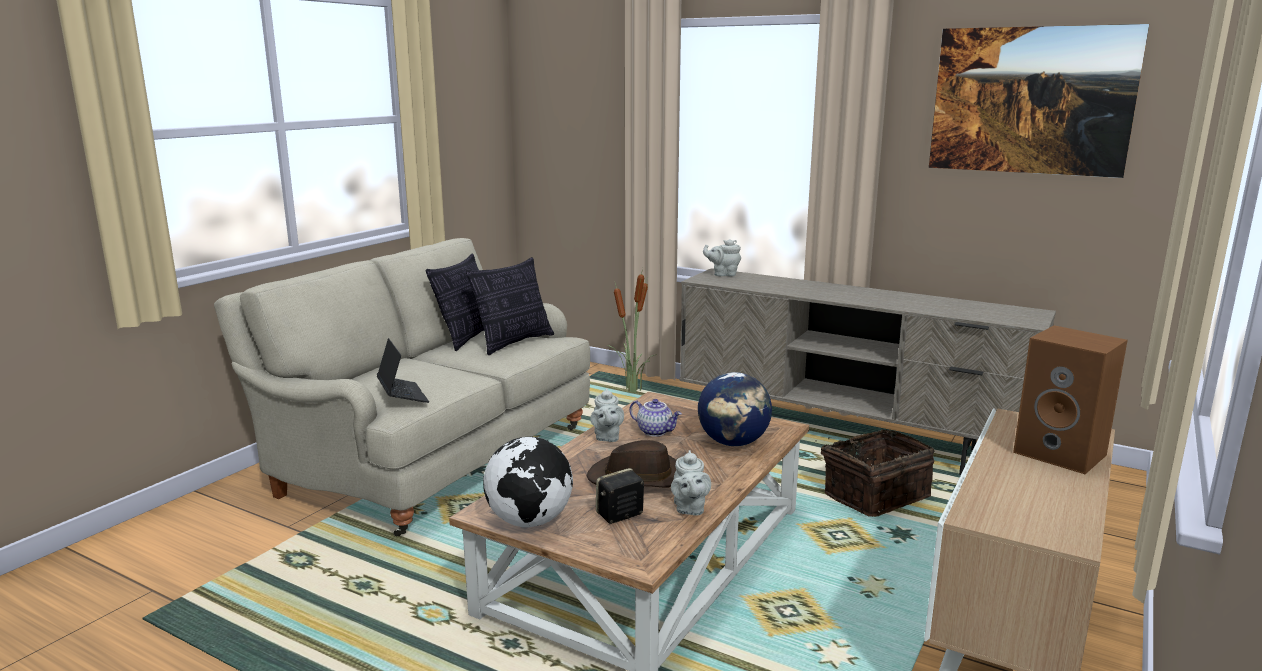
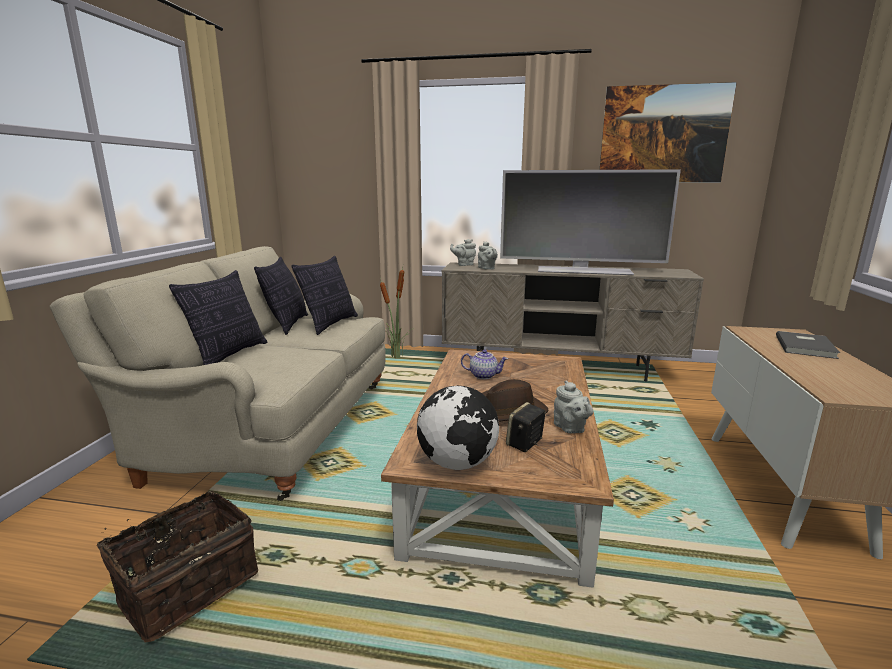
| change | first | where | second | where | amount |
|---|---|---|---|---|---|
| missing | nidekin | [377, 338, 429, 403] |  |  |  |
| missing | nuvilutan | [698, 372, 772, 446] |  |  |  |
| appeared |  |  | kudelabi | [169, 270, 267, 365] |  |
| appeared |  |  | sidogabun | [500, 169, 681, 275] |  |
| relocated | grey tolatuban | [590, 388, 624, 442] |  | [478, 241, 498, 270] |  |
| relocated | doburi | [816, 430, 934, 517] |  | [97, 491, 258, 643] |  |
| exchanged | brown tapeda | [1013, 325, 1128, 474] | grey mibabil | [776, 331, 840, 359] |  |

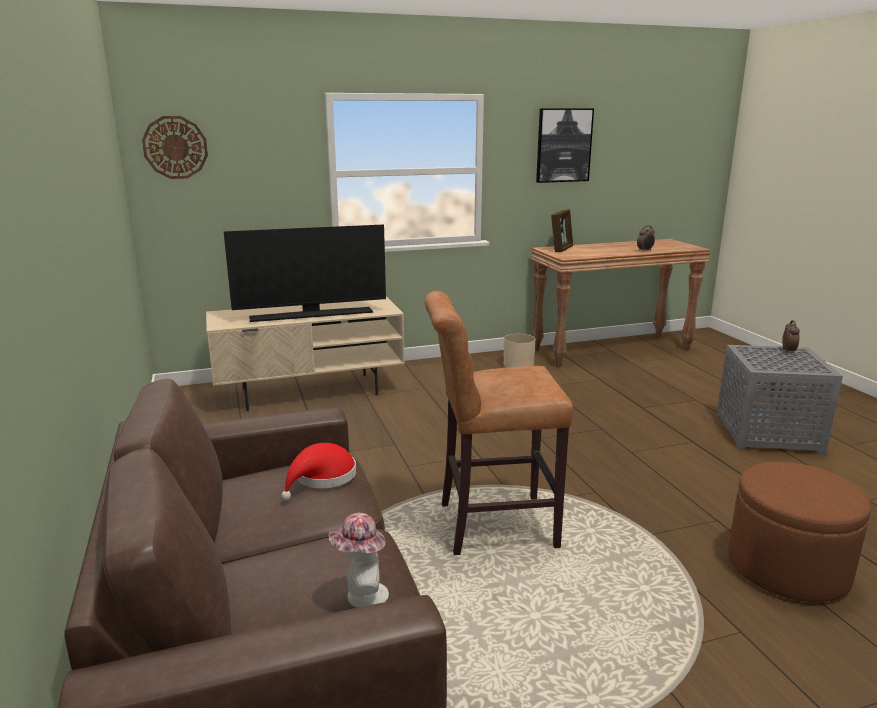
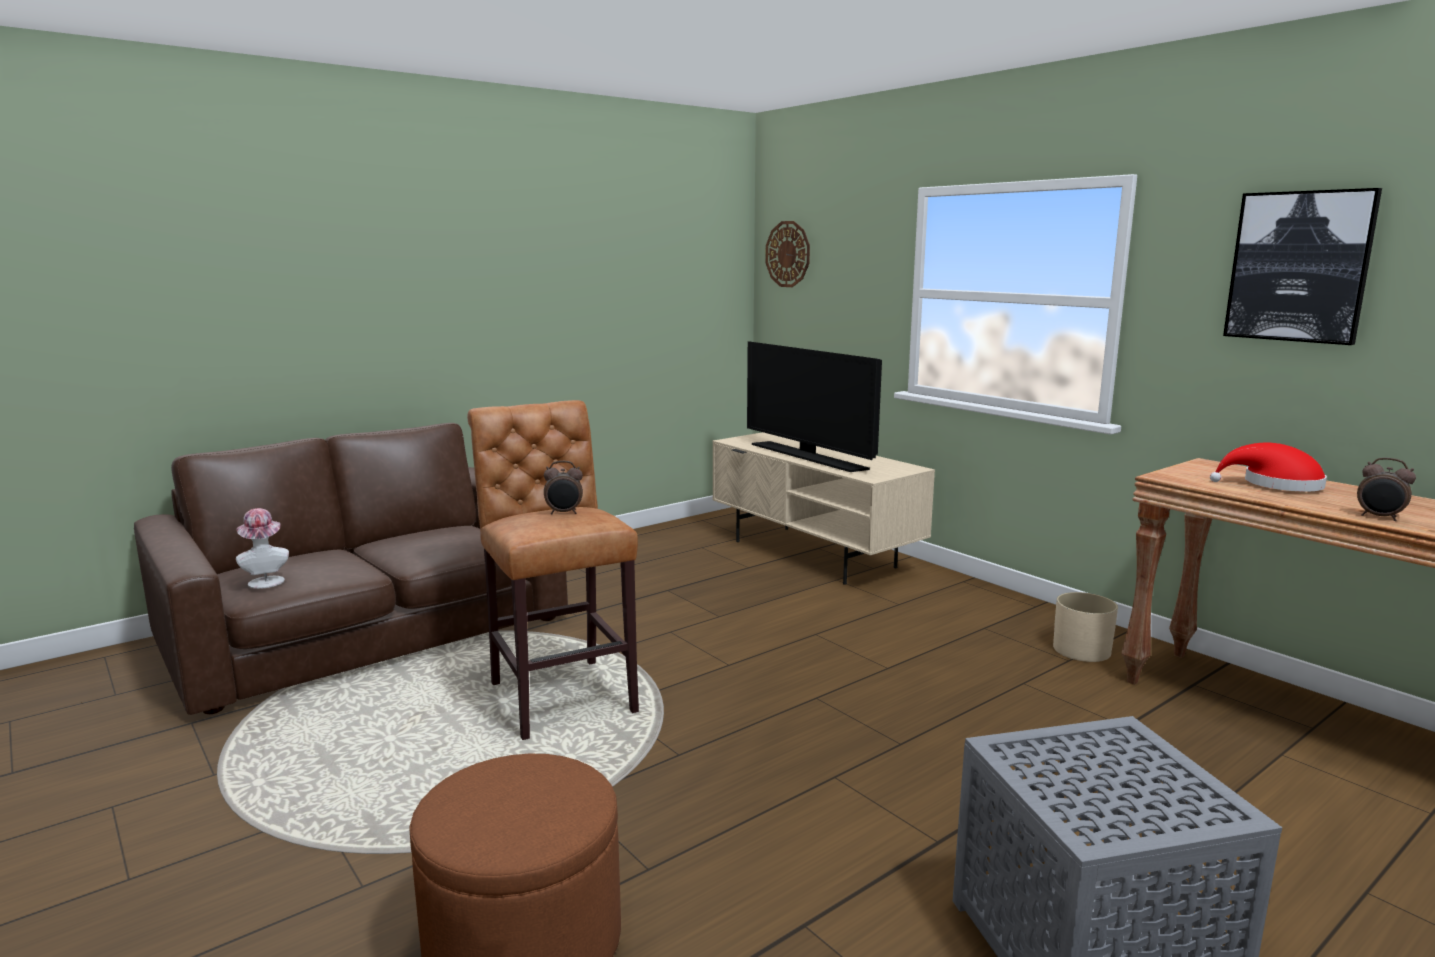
| change | first | where | second | where | amount |
|---|---|---|---|---|---|
| missing | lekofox | [551, 209, 573, 252] |  |  |  |
| relocated | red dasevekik | [281, 443, 356, 500] |  | [1210, 443, 1327, 492] |  |
| relocated | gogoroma | [782, 320, 800, 354] |  | [544, 461, 583, 515] |  |

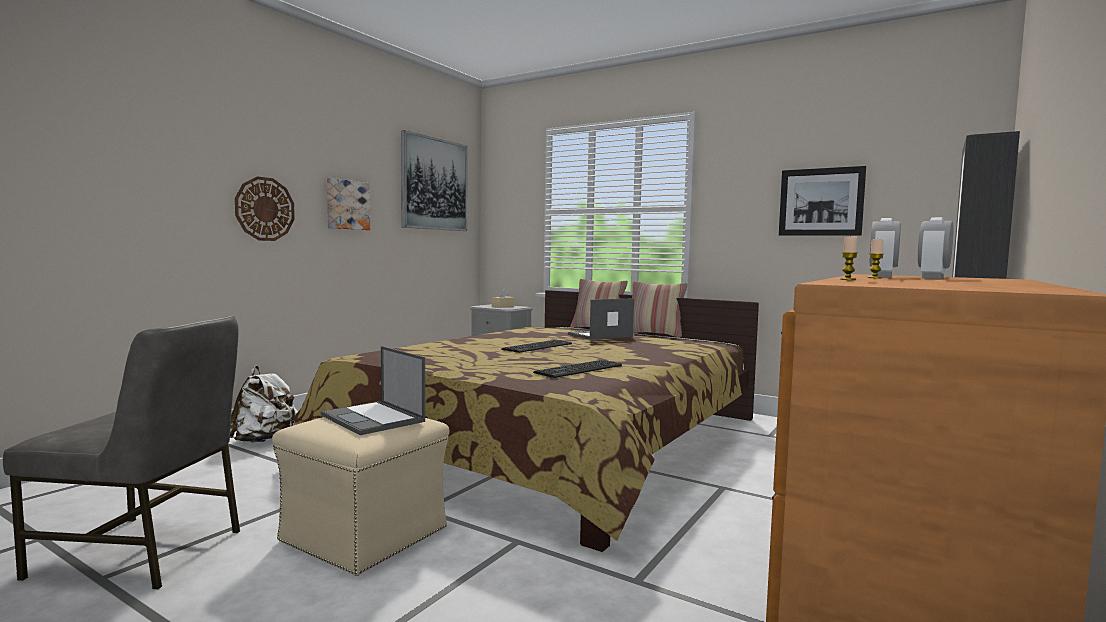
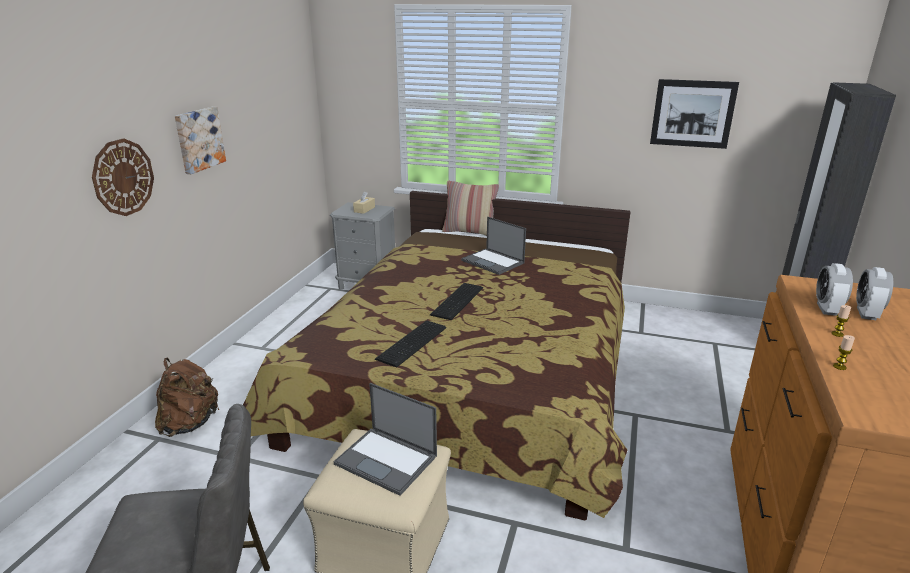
| change | first | where | second | where | amount |
|---|---|---|---|---|---|
| missing | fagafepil | [401, 130, 468, 231] |  |  |  |
| missing | kudelabi | [632, 281, 688, 337] |  |  |  |
| relocated | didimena | [533, 360, 622, 378] |  | [375, 321, 446, 367] |  |
| colour | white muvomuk | [230, 366, 298, 443] | brown muvomuk | [155, 358, 220, 437] |  |
| spun | nidekin | [568, 298, 634, 340] |  | [461, 217, 526, 275] | 90 degrees counterclockwise |

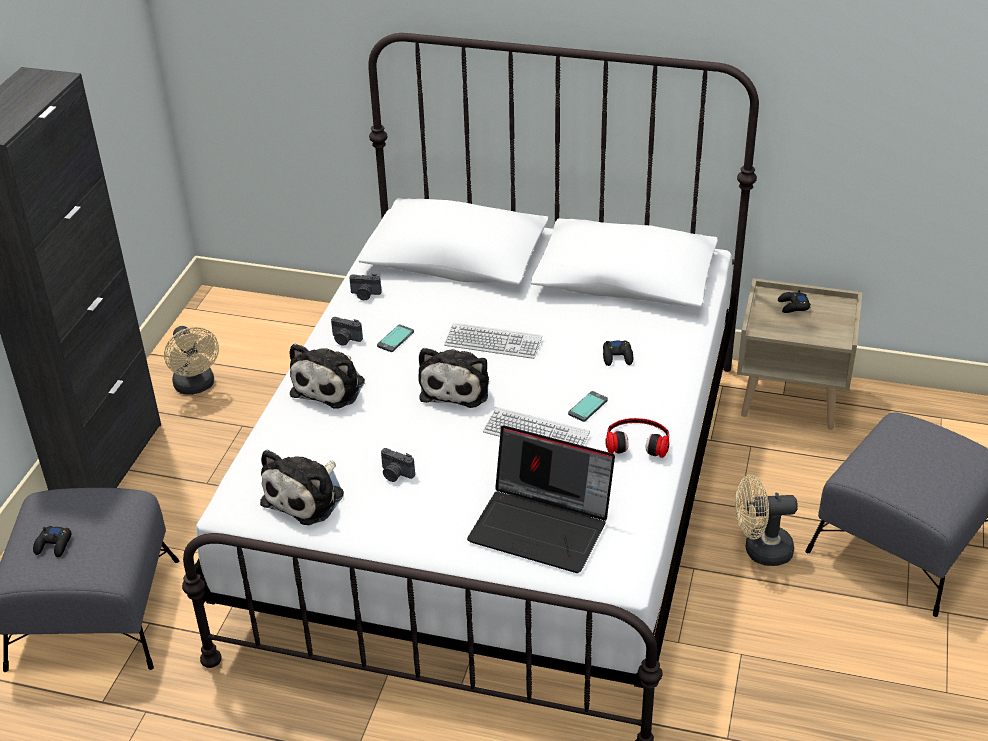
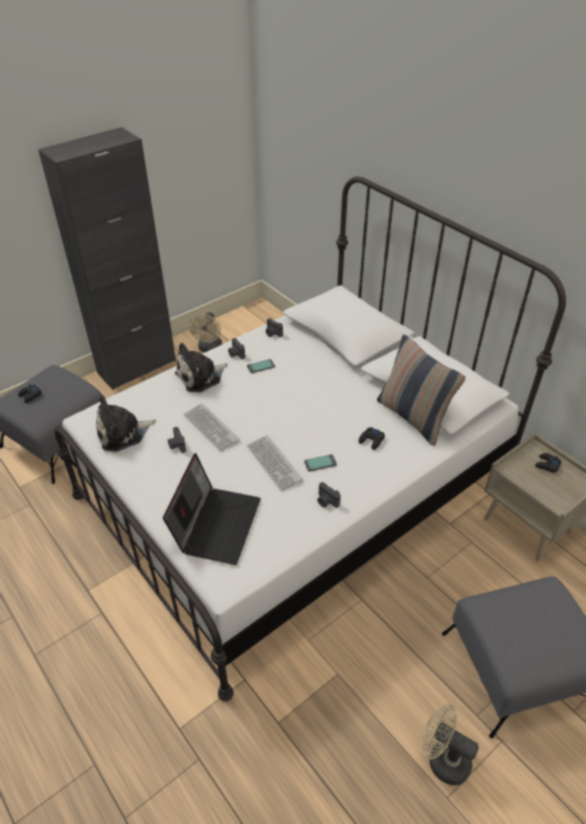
| change | first | where | second | where | amount |
|---|---|---|---|---|---|
| missing | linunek | [418, 347, 489, 408] |  |  |  |
| appeared |  |  | kudelabi | [377, 334, 466, 446] |  |
| relocated | didimena | [444, 323, 542, 359] |  | [183, 403, 240, 452] |  |
| relocated | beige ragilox | [735, 475, 798, 566] |  | [422, 703, 479, 785] |  |
| exchanged | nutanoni | [605, 418, 669, 458] | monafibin | [317, 482, 341, 508] |  |
| spun | nidekin | [467, 426, 615, 573] |  | [163, 453, 261, 565] | 135 degrees counterclockwise |

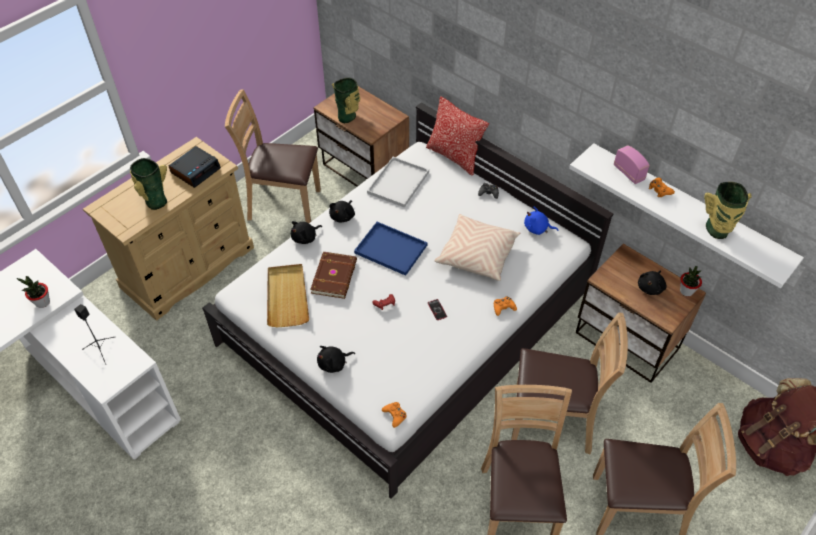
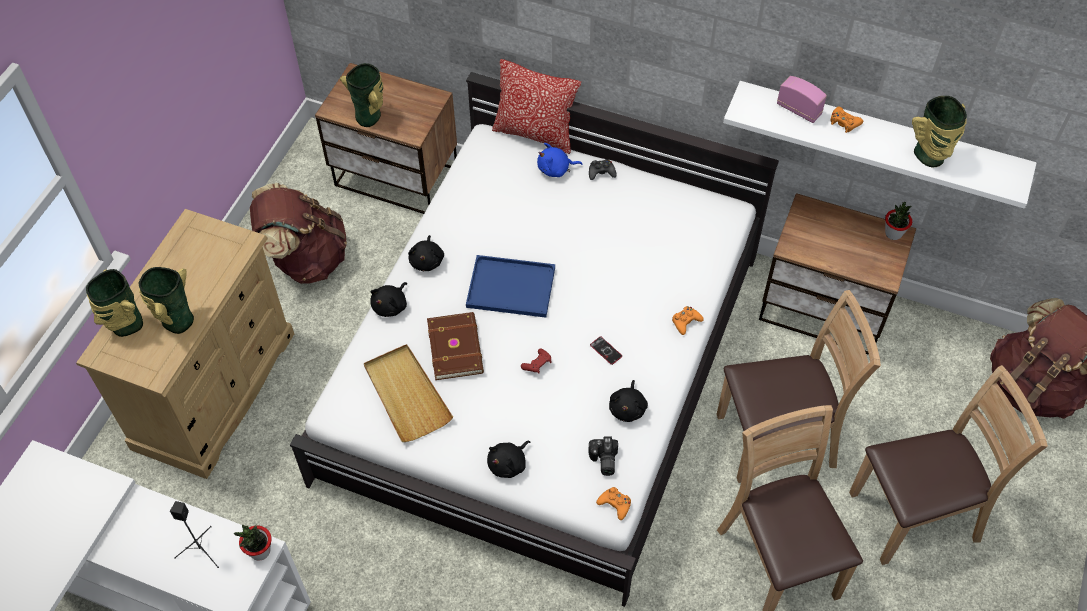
| change | first | where | second | where | amount |
|---|---|---|---|---|---|
| missing | gogoroma | [169, 146, 221, 188] |  |  |  |
| missing | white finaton | [367, 157, 429, 208] |  |  |  |
| missing | beige kudelabi | [434, 214, 520, 281] |  |  |  |
| appeared |  |  | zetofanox | [86, 269, 143, 337] |  |
| appeared |  |  | monafibin | [589, 436, 618, 476] |  |
| relocated | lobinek | [17, 276, 50, 308] |  | [234, 525, 272, 561] |  |
| relocated | blue linunek | [524, 207, 559, 235] |  | [537, 143, 583, 177] |  |
| relocated | black linunek | [638, 271, 667, 295] |  | [609, 380, 648, 422] |  |
| exchanged | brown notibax | [225, 89, 321, 223] | brown muvomuk | [250, 183, 347, 284] |  |

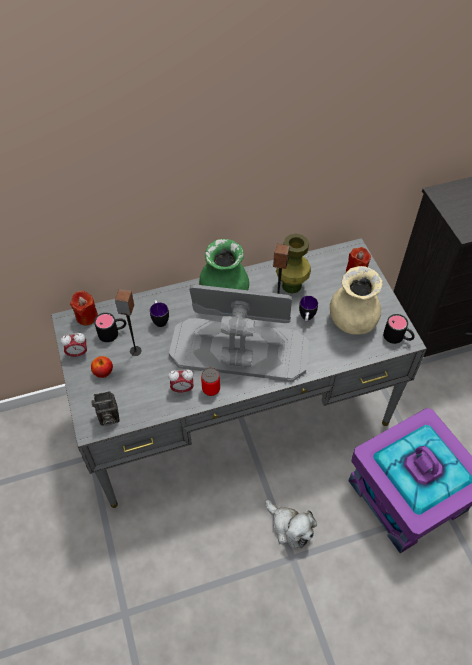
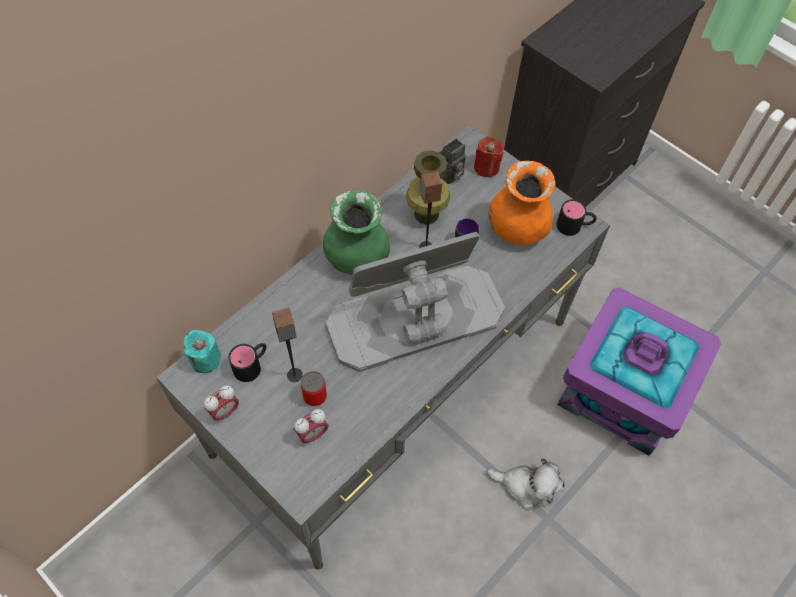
| change | first | where | second | where | amount |
|---|---|---|---|---|---|
| missing | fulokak | [91, 356, 113, 378] |  |  |  |
| missing | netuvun | [150, 300, 169, 327] |  |  |  |
| relocated | monafibin | [91, 391, 120, 426] |  | [440, 139, 466, 184] |  |
| relocated | gogoroma | [168, 369, 194, 393] |  | [294, 409, 329, 445] |  |
| relocated | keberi | [201, 367, 220, 396] |  | [301, 371, 327, 406] |  |
| colour | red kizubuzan | [70, 290, 98, 326] | turquoise kizubuzan | [184, 330, 222, 373] |  |
| colour | beige zetofanox | [330, 266, 383, 335] | orange zetofanox | [489, 161, 556, 245] |  |

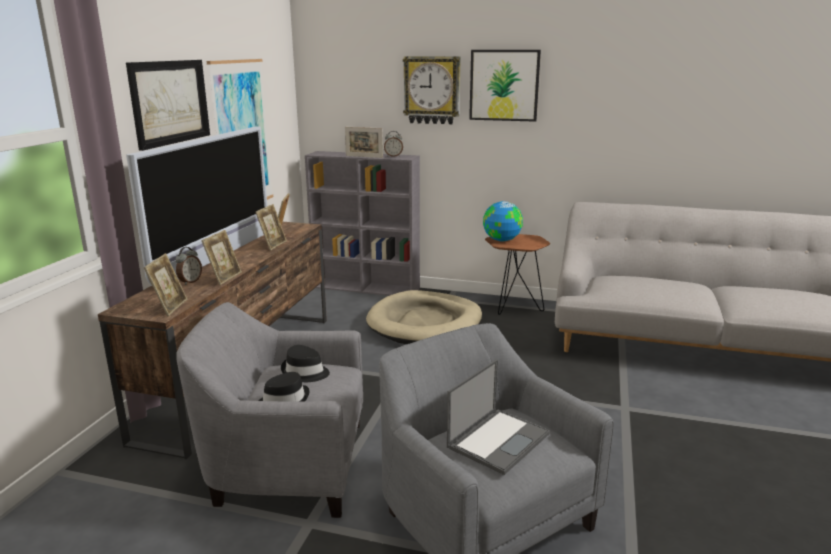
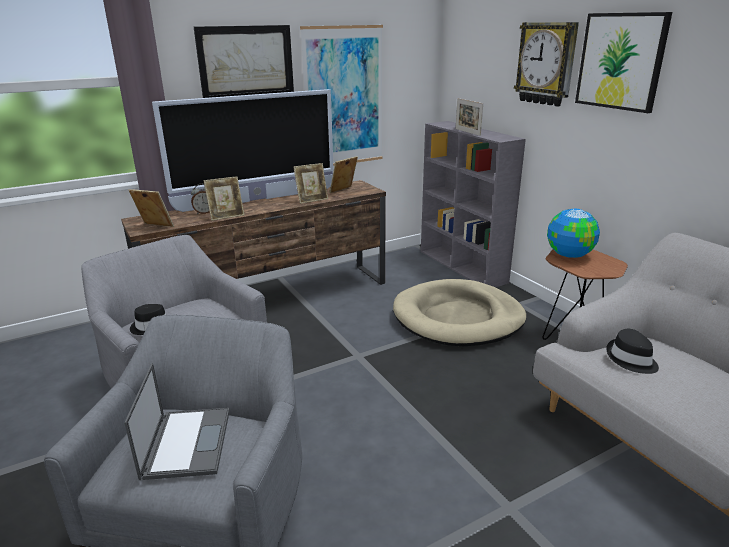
| change | first | where | second | where | amount |
|---|---|---|---|---|---|
| missing | gogoroma | [384, 131, 403, 157] |  |  |  |
| relocated | black dasevekik | [281, 345, 330, 382] |  | [606, 329, 659, 374] |  |
| spun | lekofox | [144, 253, 187, 316] |  | [129, 189, 174, 227] | 120 degrees counterclockwise |
| spun | nidekin | [447, 359, 550, 475] |  | [124, 363, 230, 480] | 90 degrees counterclockwise |

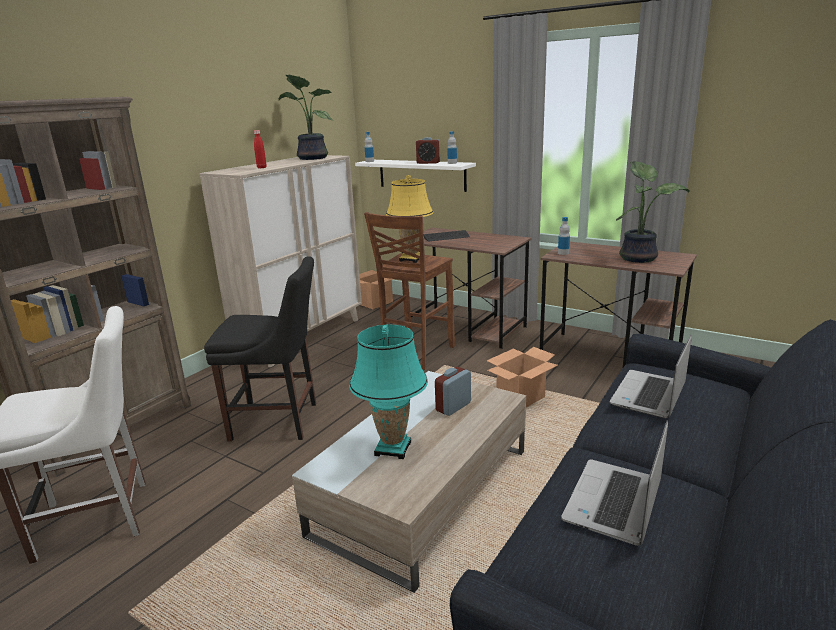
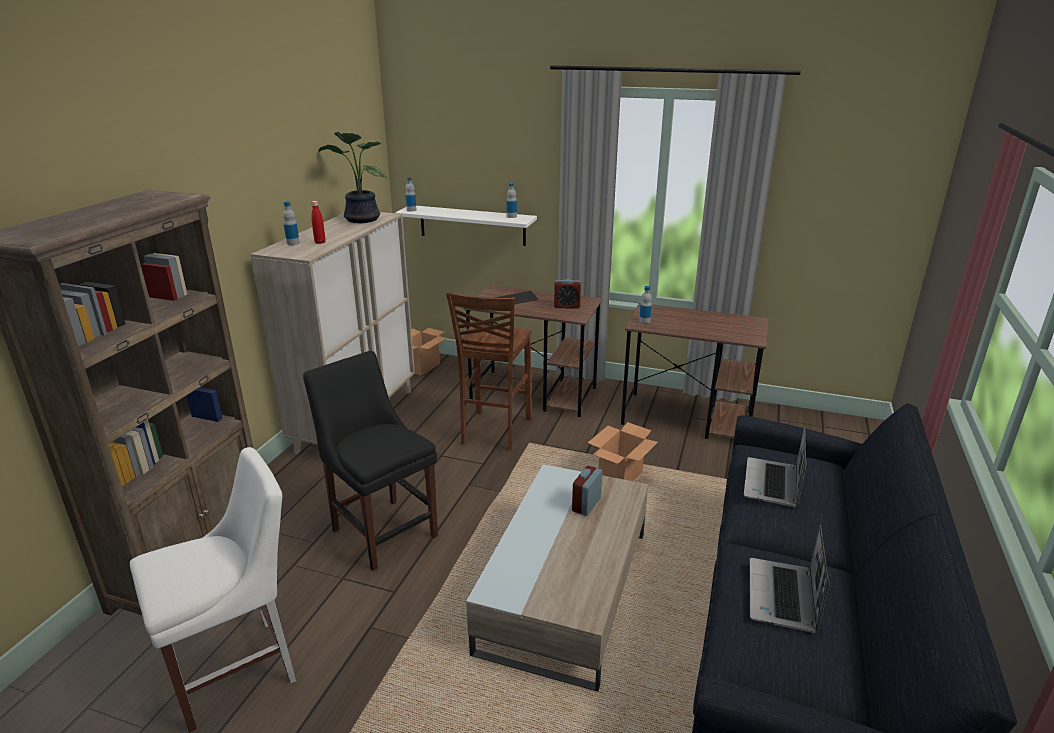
| change | first | where | second | where | amount |
|---|---|---|---|---|---|
| missing | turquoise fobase | [349, 325, 428, 459] |  |  |  |
| missing | yellow fobase | [386, 175, 434, 263] |  |  |  |
| missing | lobinek | [616, 161, 690, 263] |  |  |  |
| appeared |  |  | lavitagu | [283, 201, 300, 245] |  |
| relocated | gogoroma | [416, 137, 440, 164] |  | [554, 279, 581, 309] |  |
| spun | black notibax | [204, 256, 316, 441] |  | [303, 351, 438, 571] | 120 degrees counterclockwise |

